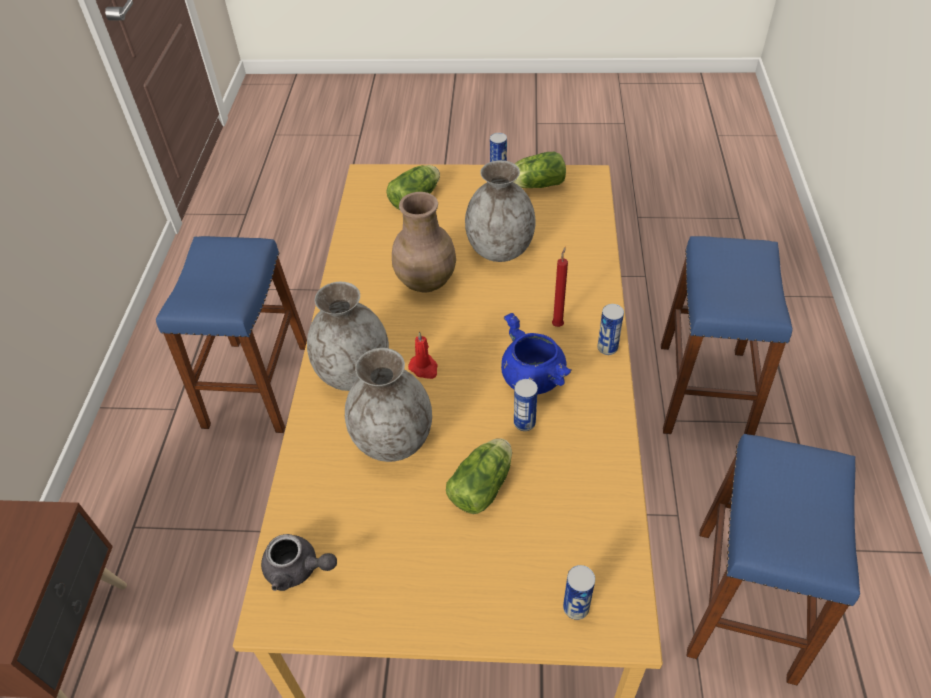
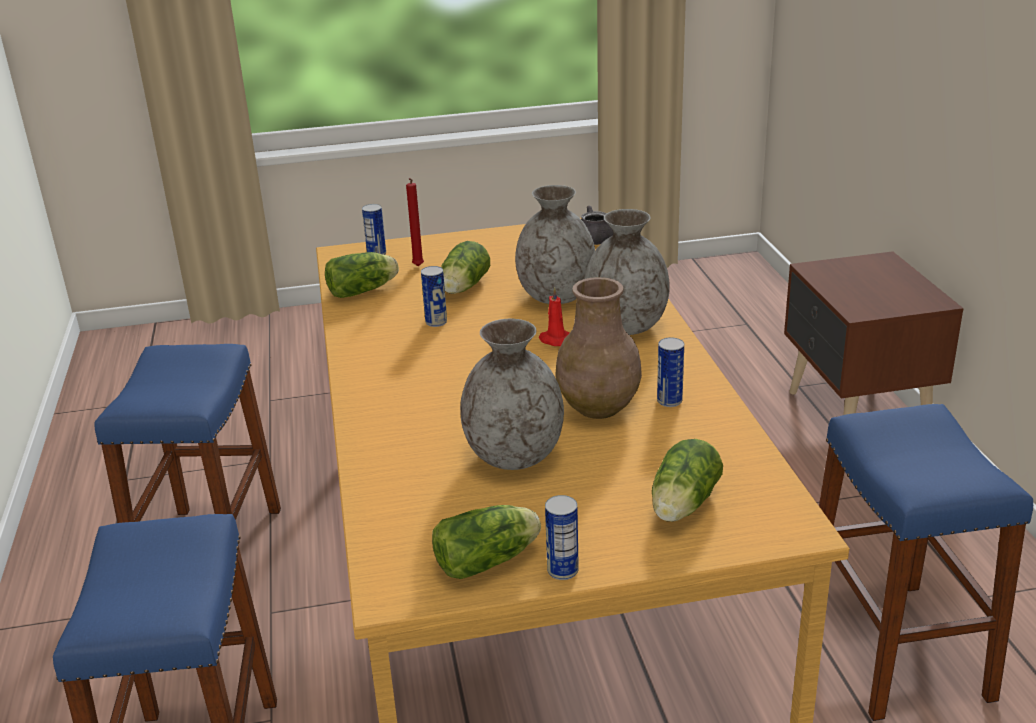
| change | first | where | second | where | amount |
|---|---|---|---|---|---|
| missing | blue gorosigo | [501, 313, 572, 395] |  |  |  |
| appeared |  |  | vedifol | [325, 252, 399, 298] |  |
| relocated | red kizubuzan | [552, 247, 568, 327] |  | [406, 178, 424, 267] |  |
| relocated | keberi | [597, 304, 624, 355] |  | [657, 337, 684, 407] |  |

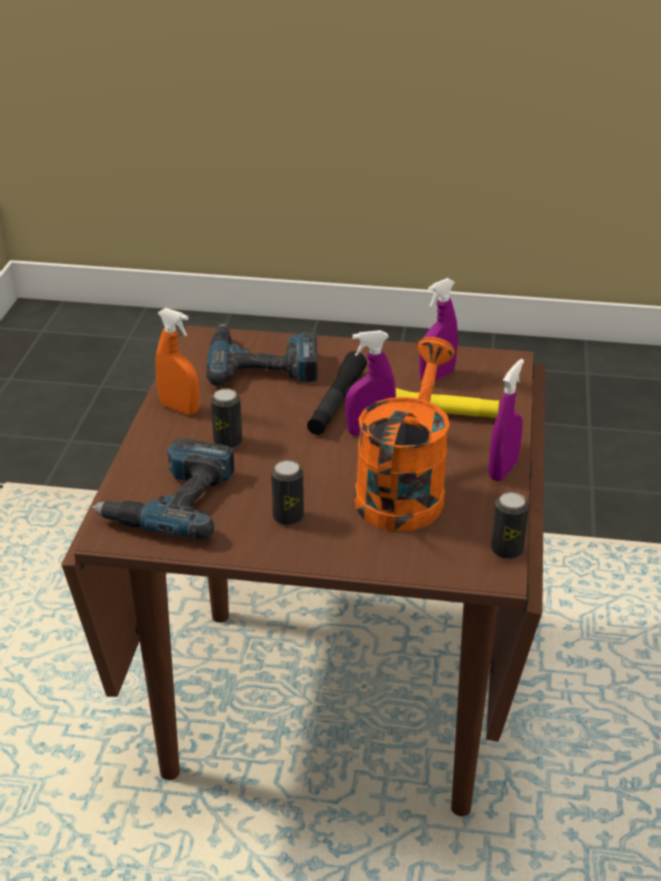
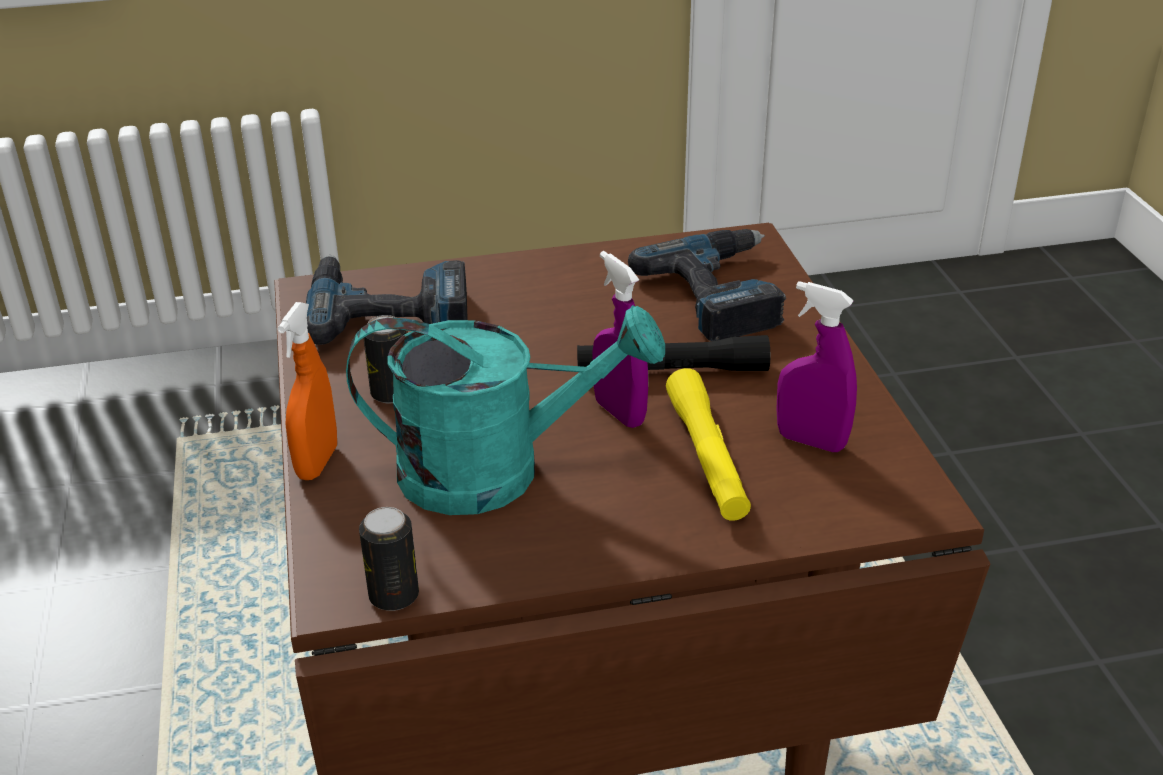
| change | first | where | second | where | amount |
|---|---|---|---|---|---|
| missing | keberi | [211, 388, 242, 448] |  |  |  |
| missing | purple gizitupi | [488, 359, 524, 481] |  |  |  |
| relocated | orange gizitupi | [156, 308, 199, 415] |  | [278, 302, 337, 480] |  |
| colour | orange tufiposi | [355, 337, 455, 531] | turquoise tufiposi | [346, 305, 665, 515] |  |

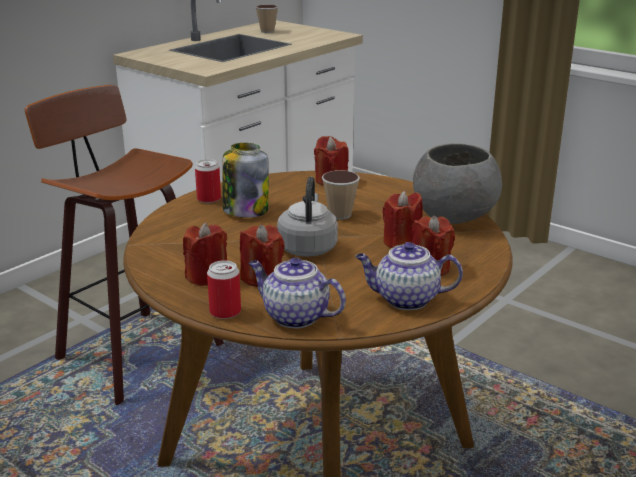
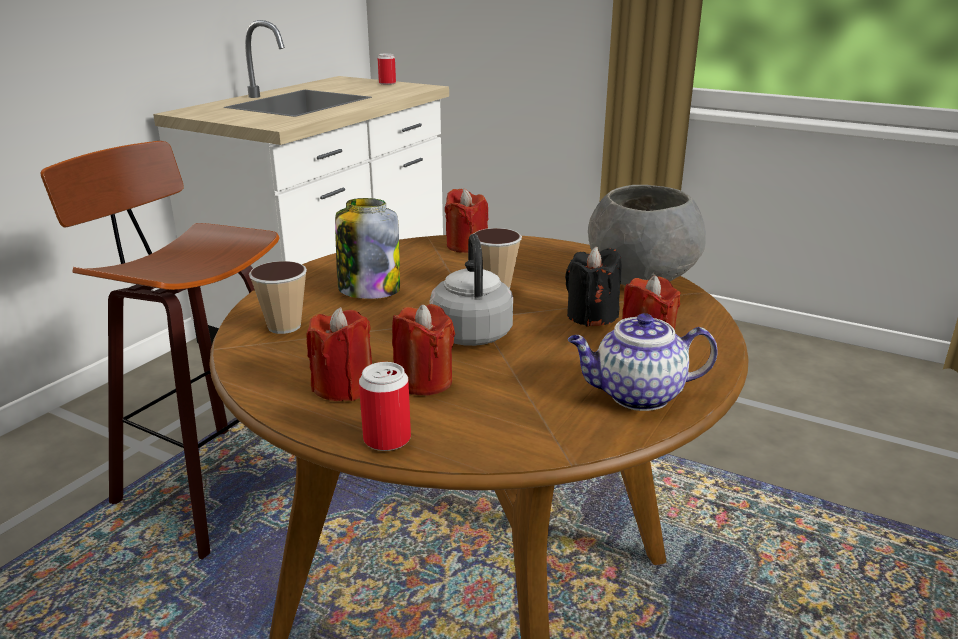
| change | first | where | second | where | amount |
|---|---|---|---|---|---|
| missing | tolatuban | [249, 257, 346, 329] |  |  |  |
| relocated | keberi | [195, 159, 221, 203] |  | [378, 53, 396, 85] |  |
| relocated | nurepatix | [256, 5, 278, 33] |  | [249, 261, 307, 334] |  |
| colour | red kizubuzan | [382, 190, 423, 248] | black kizubuzan | [565, 246, 622, 327] |  |

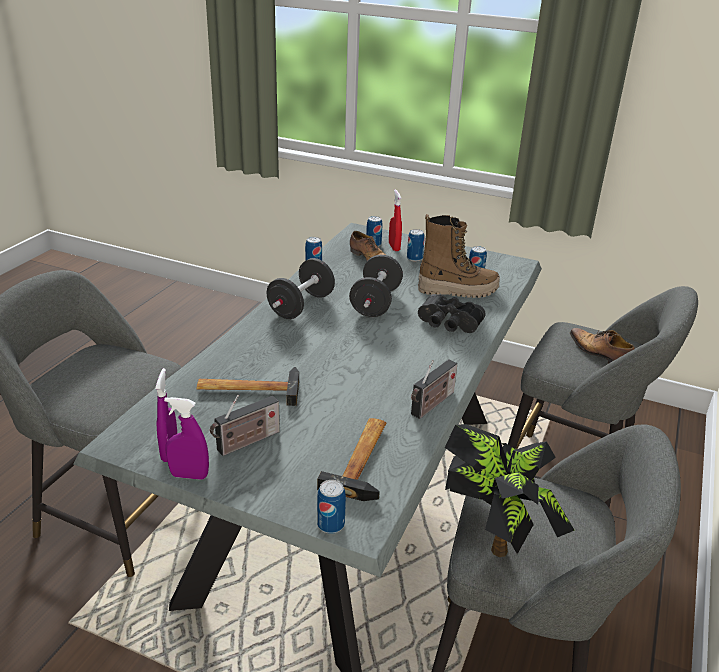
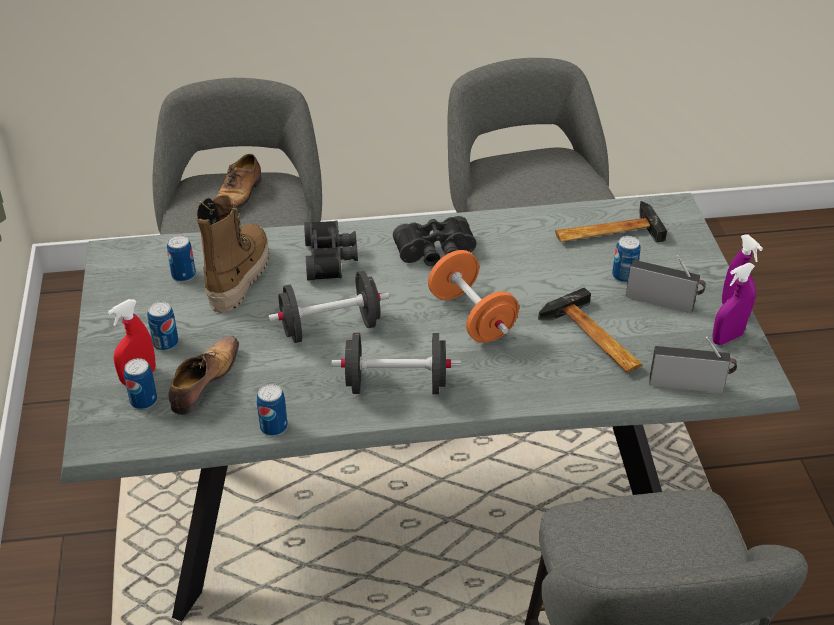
| change | first | where | second | where | amount |
|---|---|---|---|---|---|
| missing | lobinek | [445, 424, 575, 557] |  |  |  |
| appeared |  |  | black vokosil | [393, 216, 477, 266] |  |
| appeared |  |  | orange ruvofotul | [428, 250, 519, 343] |  |
| relocated | keberi | [317, 480, 346, 534] |  | [612, 236, 640, 283] |  |
| relocated | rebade | [411, 359, 458, 419] |  | [649, 337, 737, 393] |  |
| spun | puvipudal | [418, 214, 500, 298] |  | [196, 195, 269, 313] | 45 degrees clockwise |

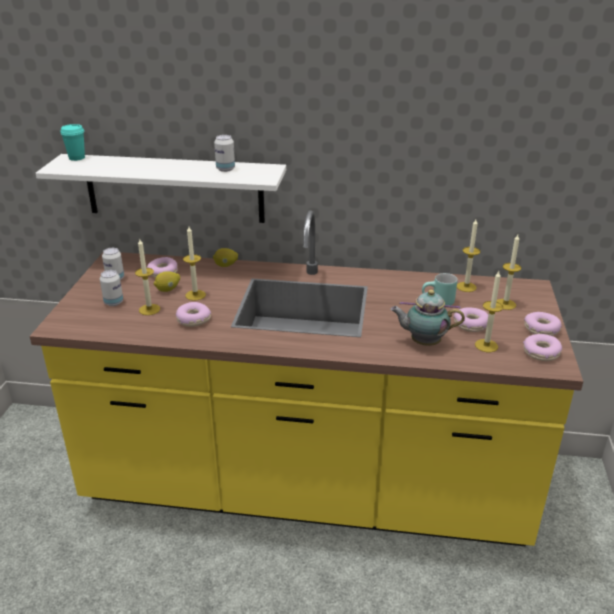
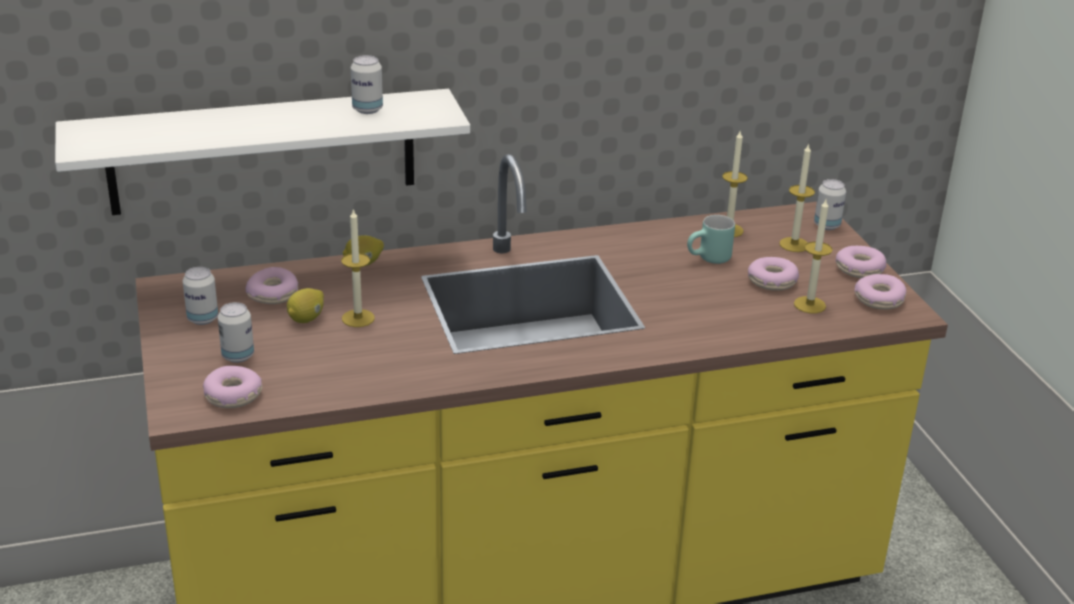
| change | first | where | second | where | amount |
|---|---|---|---|---|---|
| missing | turquoise nurepatix | [60, 124, 85, 161] |  |  |  |
| missing | kizubuzan | [135, 239, 160, 315] |  |  |  |
| missing | tolatuban | [390, 290, 465, 346] |  |  |  |
| appeared |  |  | keberi | [814, 179, 846, 230] |  |
| relocated | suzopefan | [176, 302, 211, 327] |  | [203, 366, 262, 408] |  |

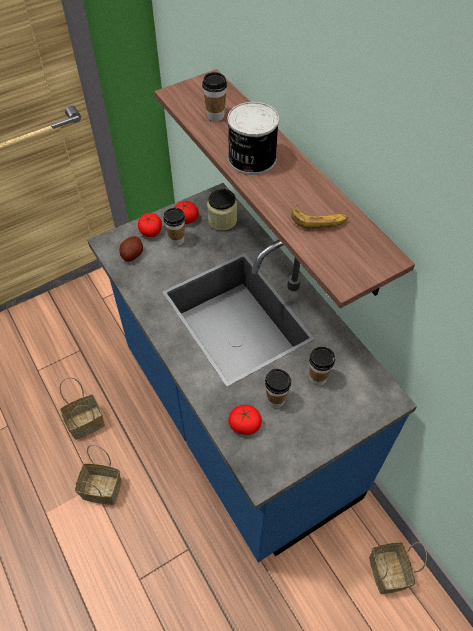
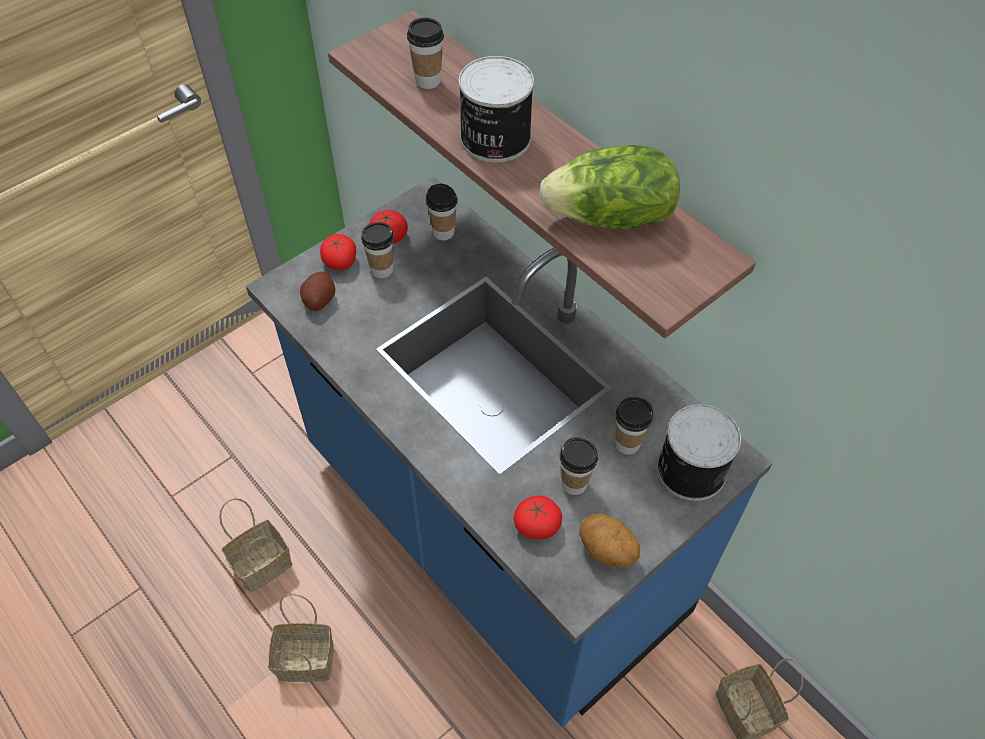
| change | first | where | second | where | amount |
|---|---|---|---|---|---|
| appeared |  |  | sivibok | [579, 513, 640, 568] |  |
| appeared |  |  | keberi | [657, 404, 741, 501] |  |
| exchanged | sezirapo | [207, 189, 237, 231] | nurepatix | [426, 184, 458, 240] |  |
| exchanged | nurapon | [291, 205, 348, 229] | vedifol | [539, 145, 680, 230] |  |

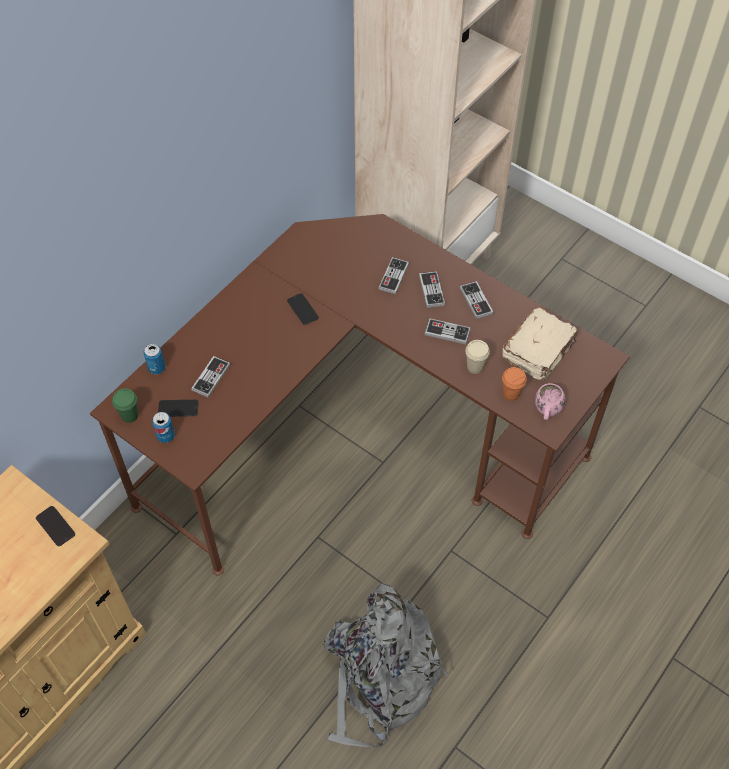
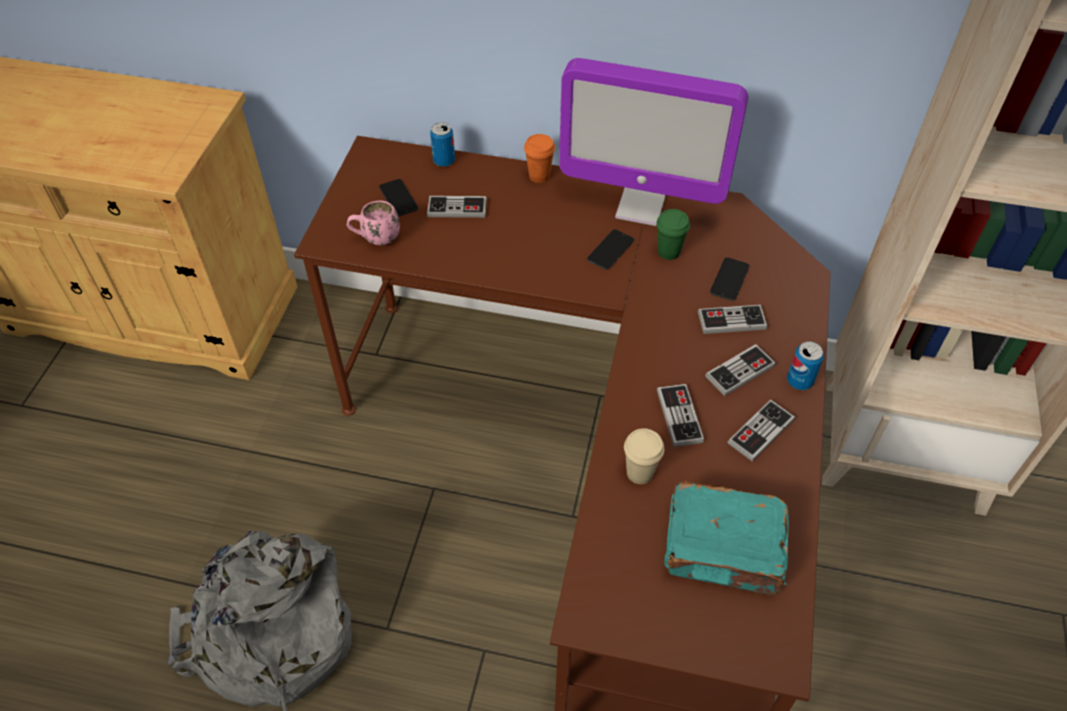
| change | first | where | second | where | amount |
|---|---|---|---|---|---|
| appeared |  |  | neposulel | [559, 58, 748, 226] |  |
| relocated | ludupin | [36, 506, 75, 546] |  | [710, 257, 749, 301] |  |
| relocated | green nurepatix | [112, 388, 138, 423] |  | [656, 209, 690, 260] |  |
| relocated | keberi | [152, 412, 175, 443] |  | [787, 341, 824, 390] |  |
| relocated | orange nurepatix | [502, 367, 527, 401] |  | [524, 134, 555, 183] |  |
| relocated | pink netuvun | [535, 383, 565, 420] |  | [347, 201, 400, 245] |  |
| colour | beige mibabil | [502, 308, 578, 380] | turquoise mibabil | [664, 481, 789, 596] |  |

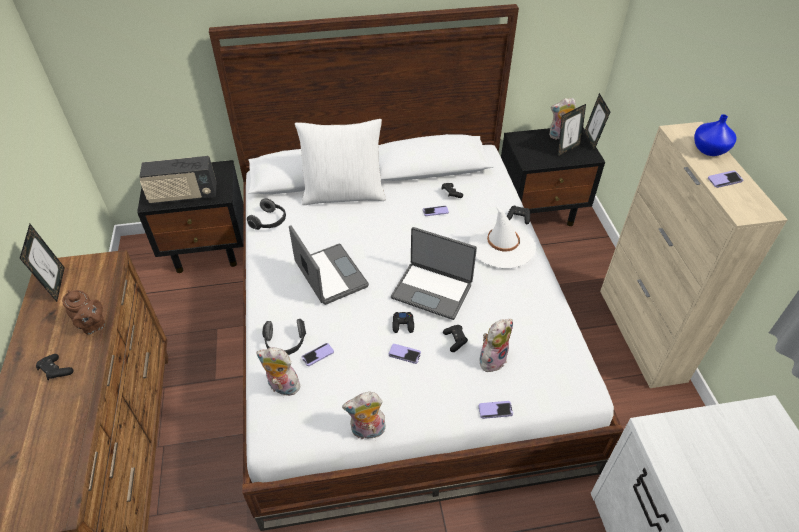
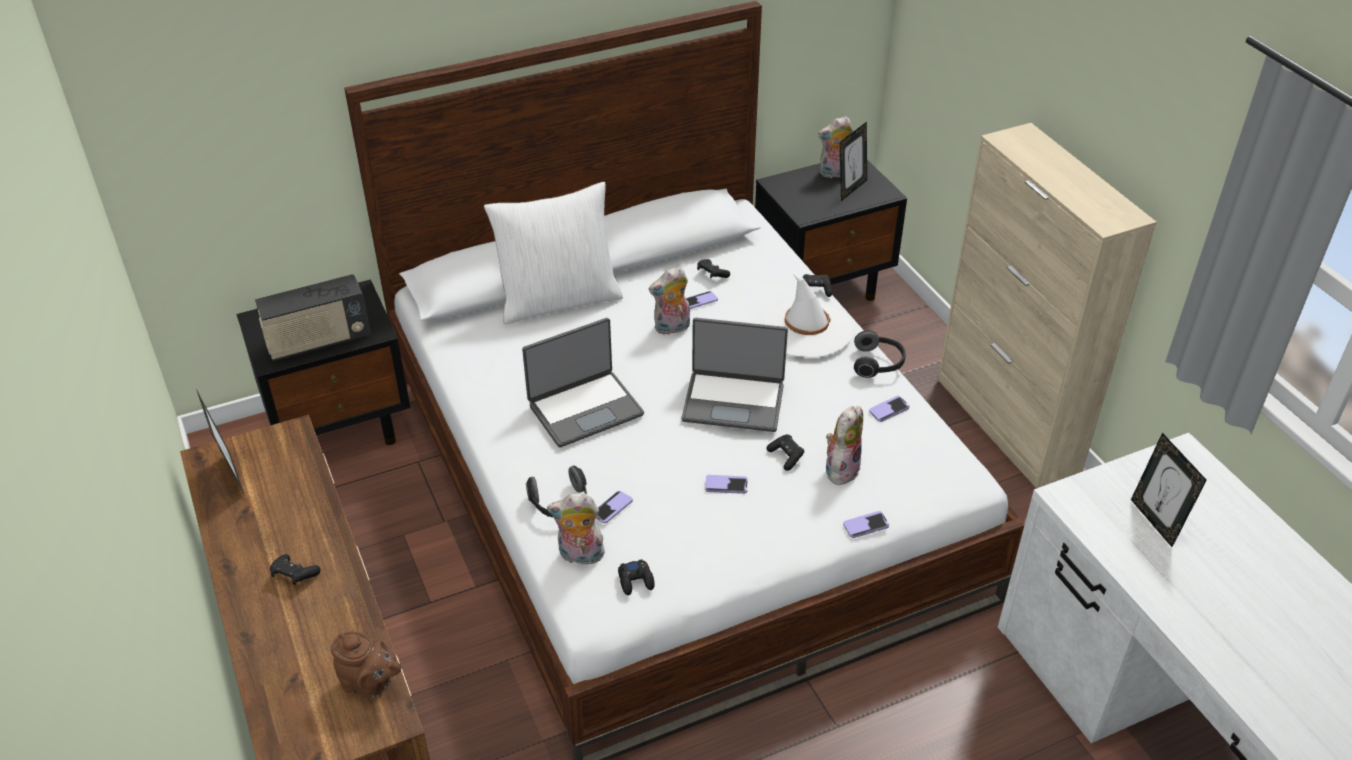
| change | first | where | second | where | amount |
|---|---|---|---|---|---|
| missing | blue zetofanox | [694, 114, 736, 156] |  |  |  |
| relocated | brown tolatuban | [62, 290, 105, 335] |  | [331, 631, 401, 699] |  |
| relocated | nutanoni | [247, 198, 286, 230] |  | [854, 330, 906, 378] |  |
| relocated | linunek | [342, 392, 386, 439] |  | [649, 267, 690, 335] |  |
| relocated | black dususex | [392, 312, 414, 333] |  | [618, 559, 655, 595] |  |
| relocated | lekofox | [584, 93, 610, 150] |  | [1131, 433, 1207, 547] |  |
| relocated | ludupin | [708, 170, 743, 188] |  | [869, 396, 910, 422] |  |
| spun | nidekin | [289, 225, 369, 305] |  | [522, 318, 644, 448] | 105 degrees clockwise |

